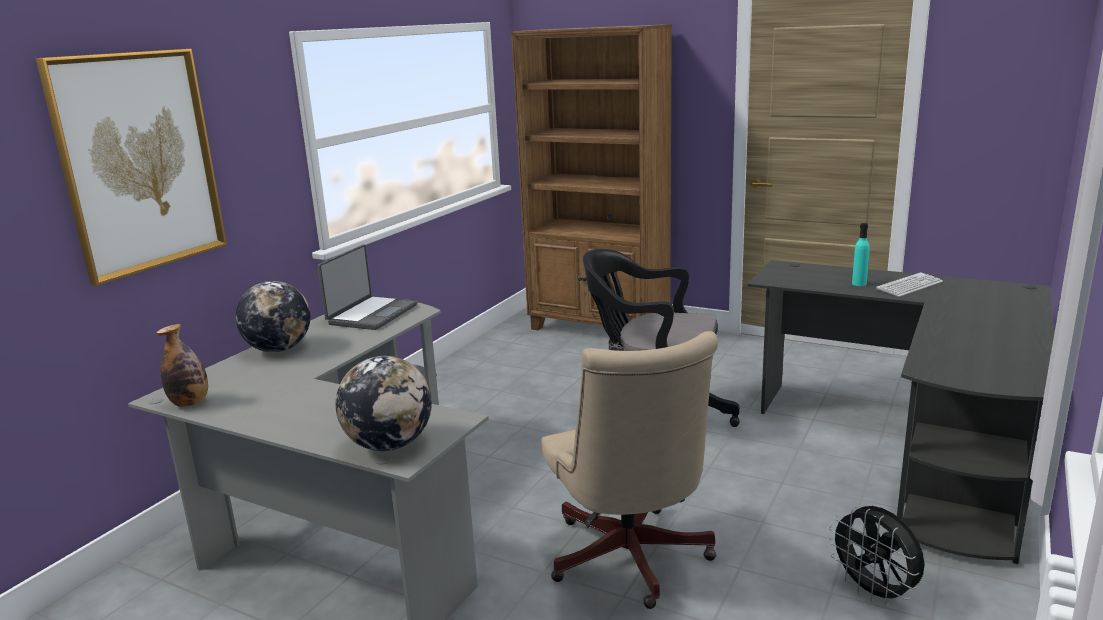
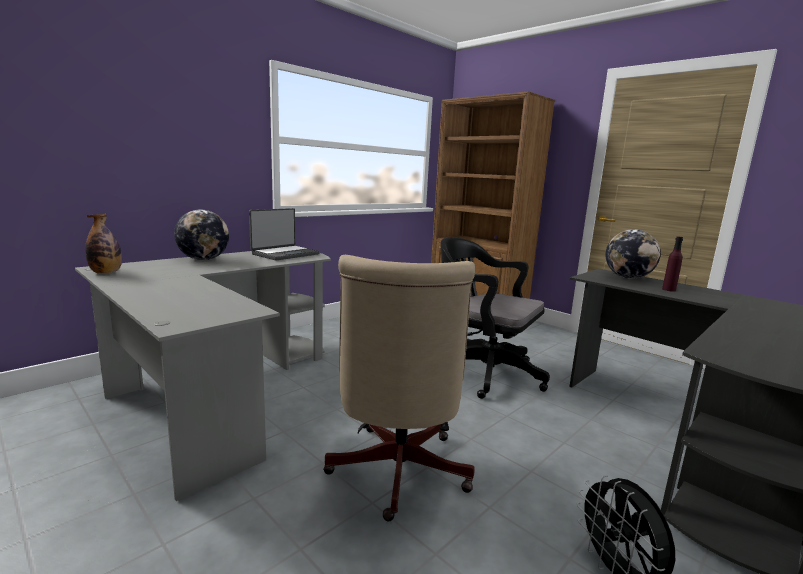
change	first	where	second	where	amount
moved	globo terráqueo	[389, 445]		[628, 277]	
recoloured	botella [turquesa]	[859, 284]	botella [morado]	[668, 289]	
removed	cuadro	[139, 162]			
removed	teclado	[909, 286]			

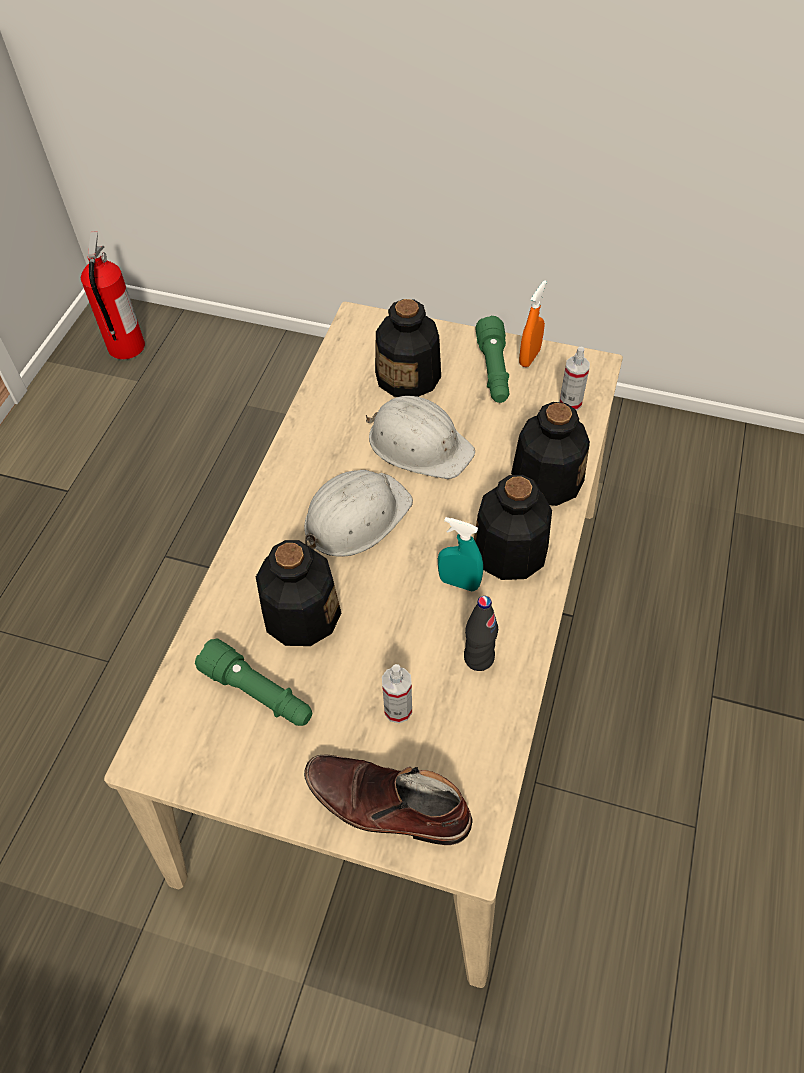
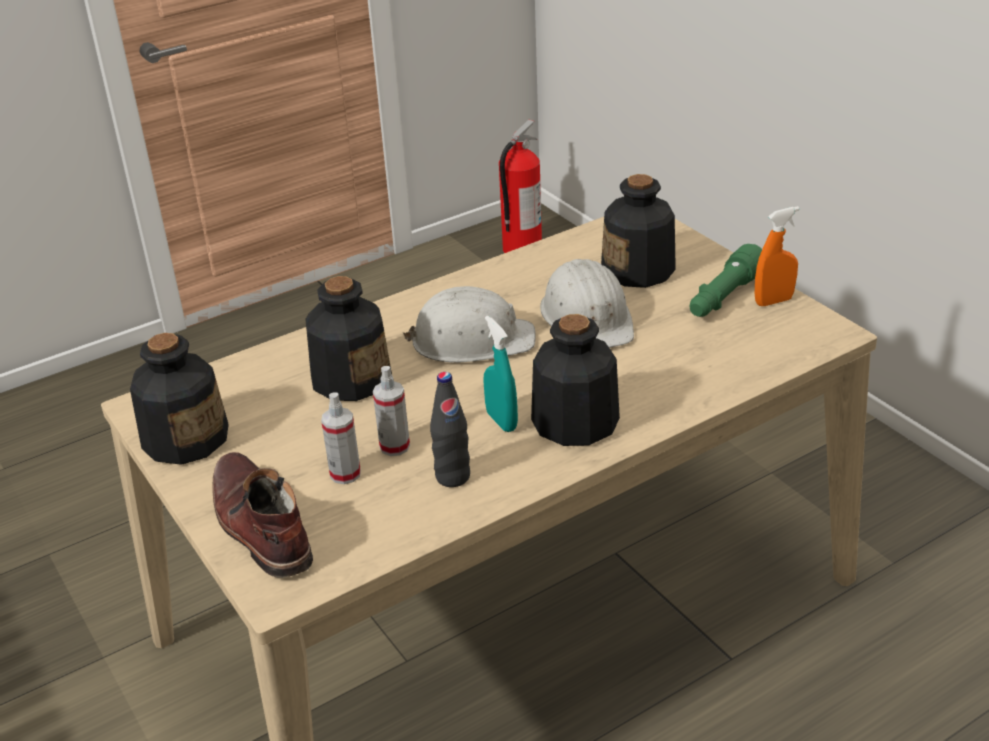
change	first	where	second	where	amount
moved	botella	[546, 478]		[185, 438]	
moved	pulverizador	[570, 403]		[394, 446]	
removed	linterna [verde]	[258, 693]			

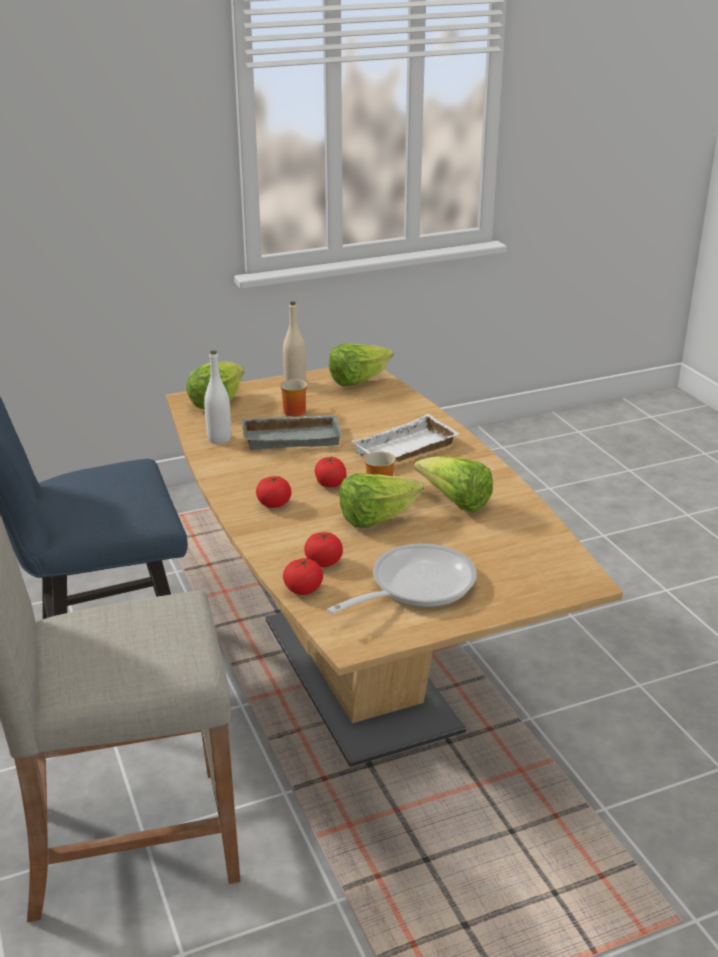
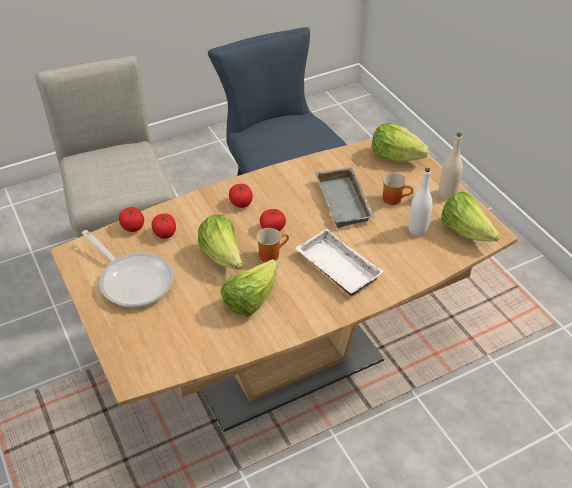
change	first	where	second	where	amount
moved	botella [blanco]	[219, 439]		[417, 230]	

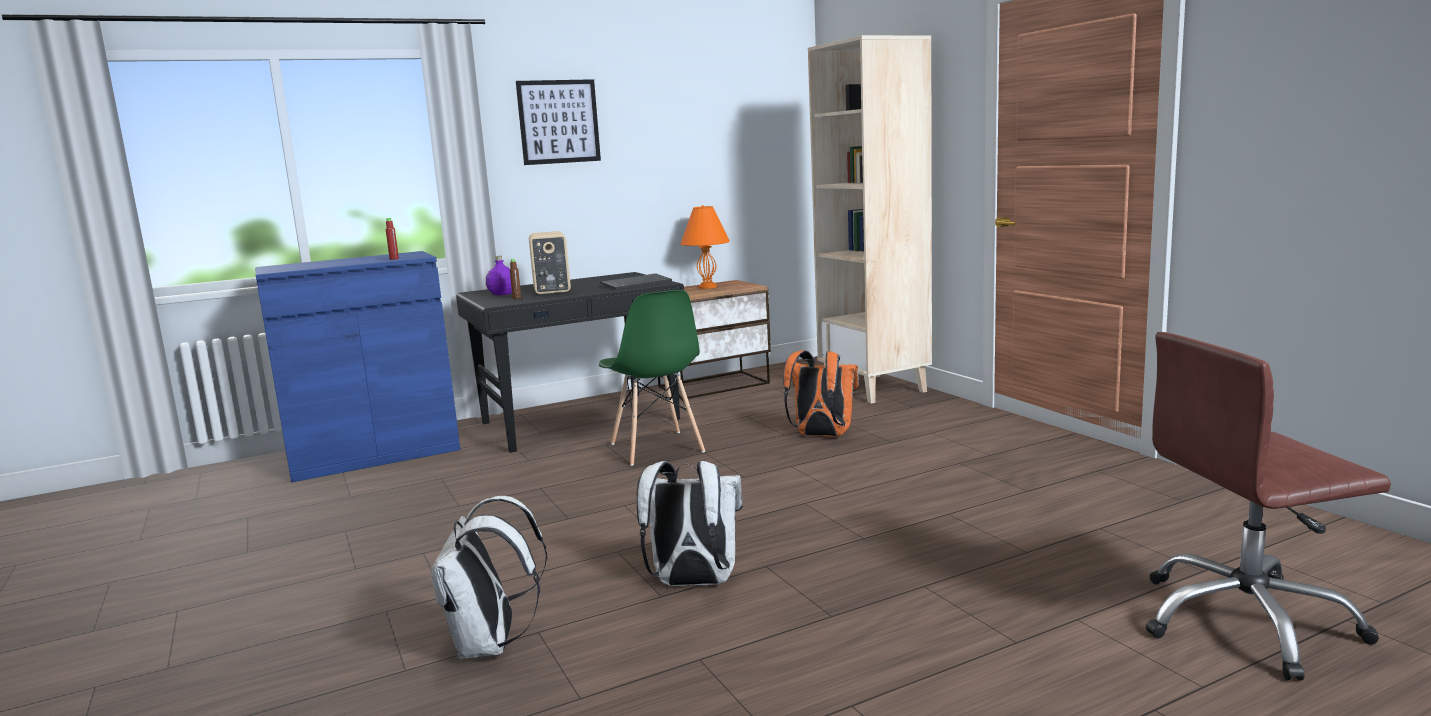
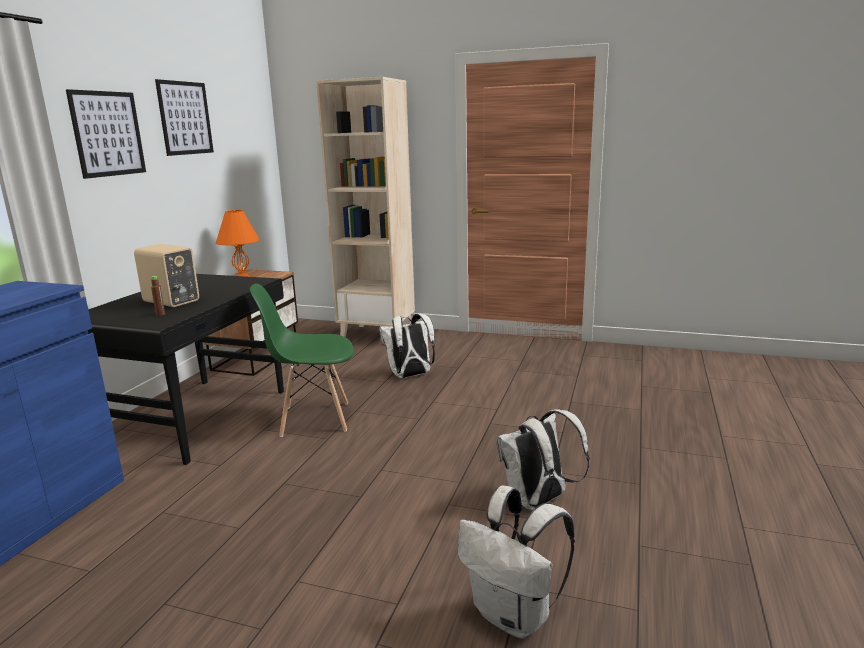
change	first	where	second	where	amount
added			cuadro	[185, 118]	
turned	silla [verde]	[657, 448]		[314, 419]	150 degrees clockwise
recoloured	mochila [naranja]	[821, 436]	mochila [blanco]	[410, 376]	
removed	botella [rojo]	[394, 259]			
removed	botella [morado]	[502, 294]			
removed	teclado	[636, 283]			
removed	silla de oficina [marrón]	[1246, 622]			

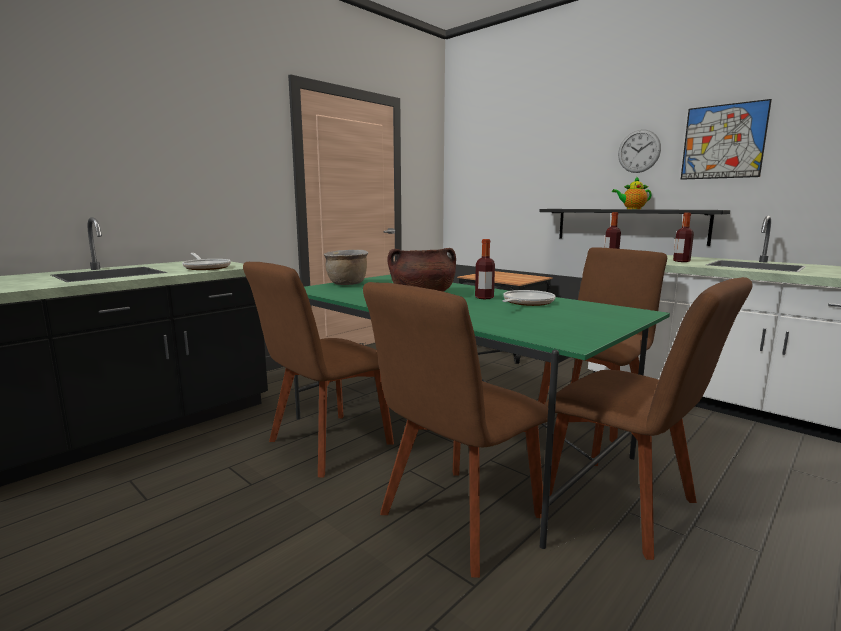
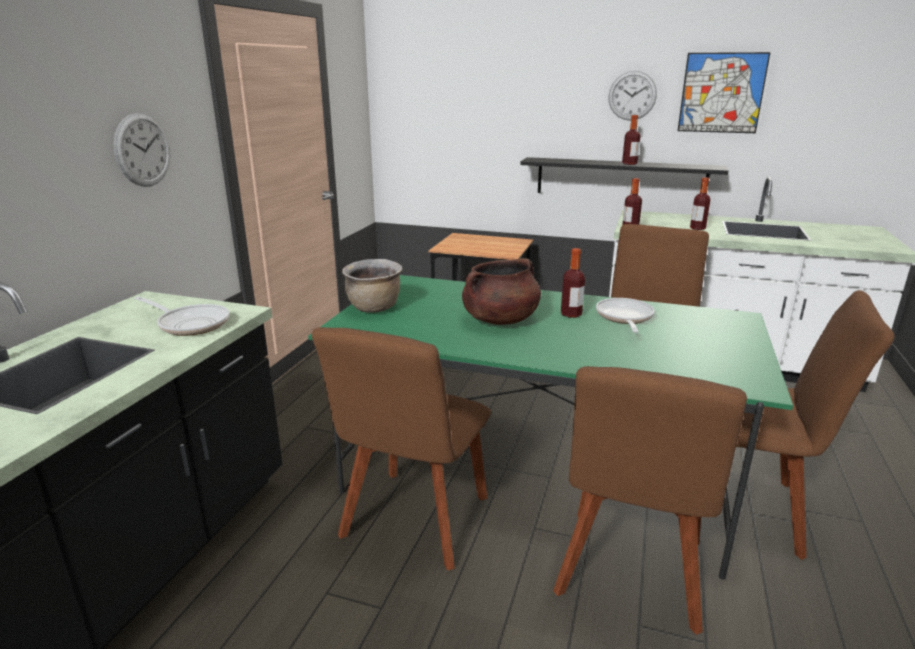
change	first	where	second	where	amount
added			reloj de pared	[143, 150]	
replaced	tetera	[632, 209]	botella	[629, 164]	

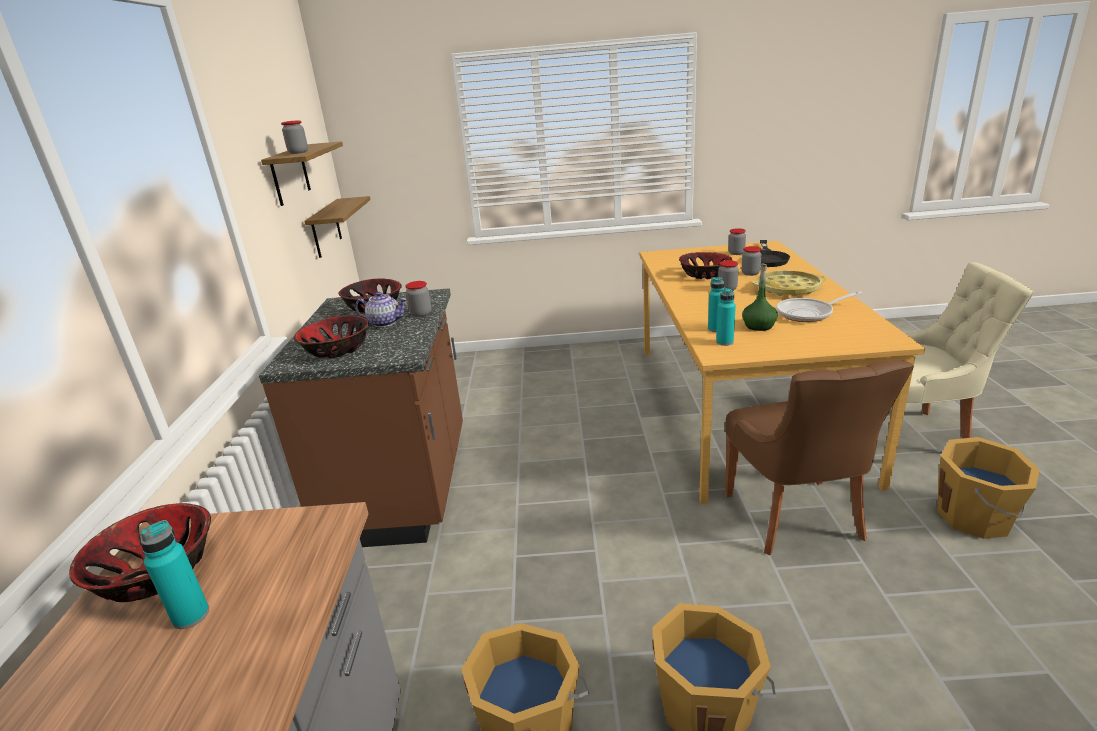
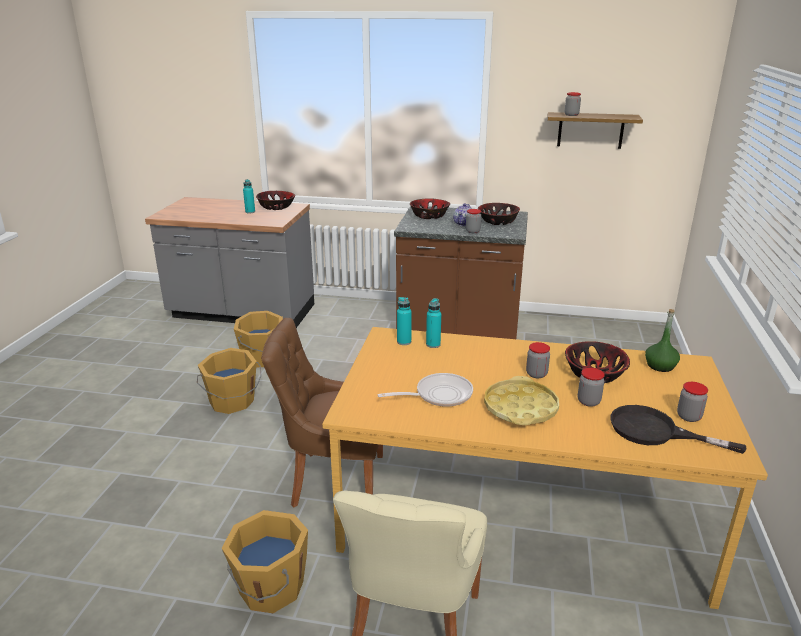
change	first	where	second	where	amount
turned	sartén	[808, 313]		[439, 395]	75 degrees clockwise
moved	botella [verde]	[759, 326]		[660, 366]	
removed	estante	[326, 228]			

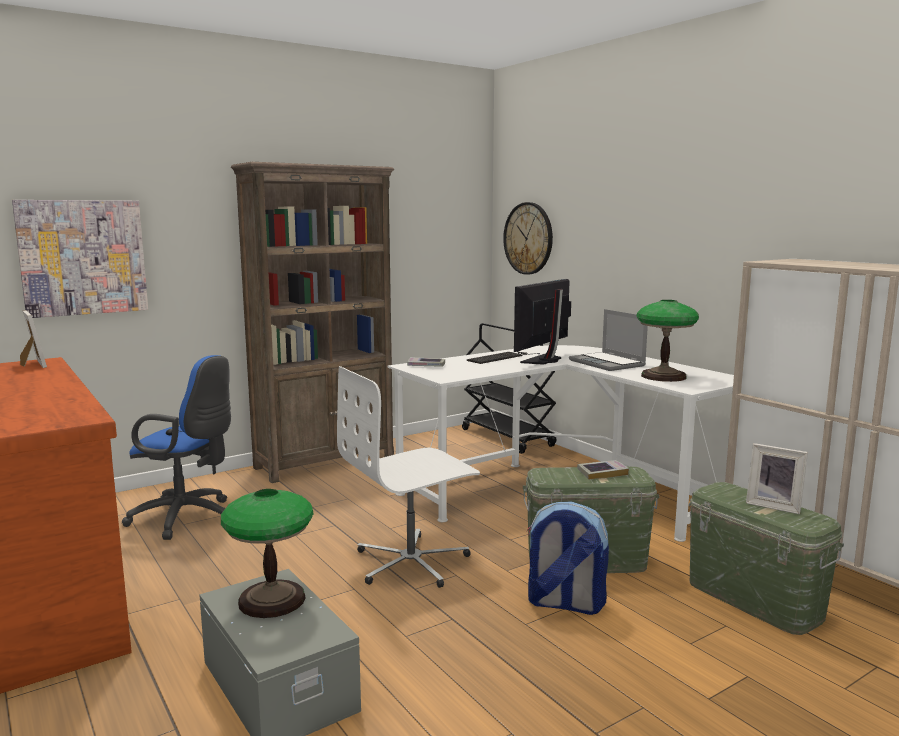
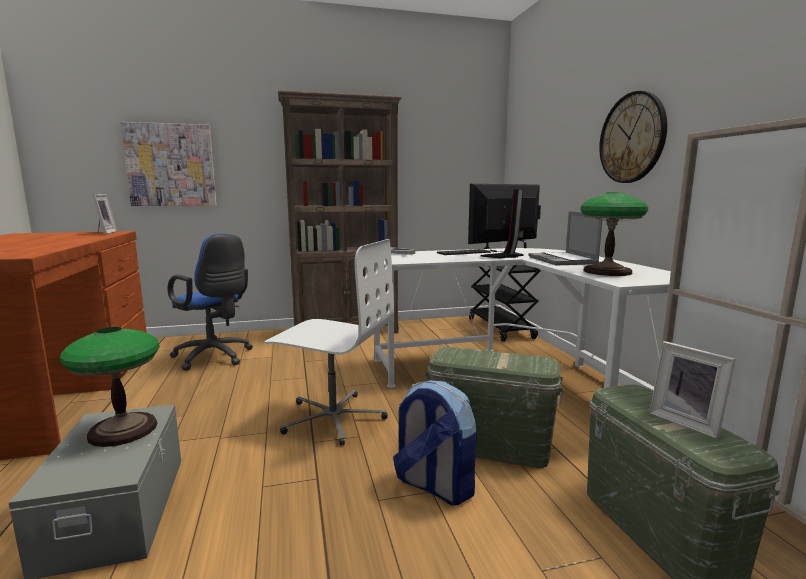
change	first	where	second	where	amount
turned	silla de oficina [blanco]	[412, 562]		[333, 418]	150 degrees counterclockwise
moved	reloj de pared	[528, 238]		[632, 138]	
removed	libro	[602, 473]			

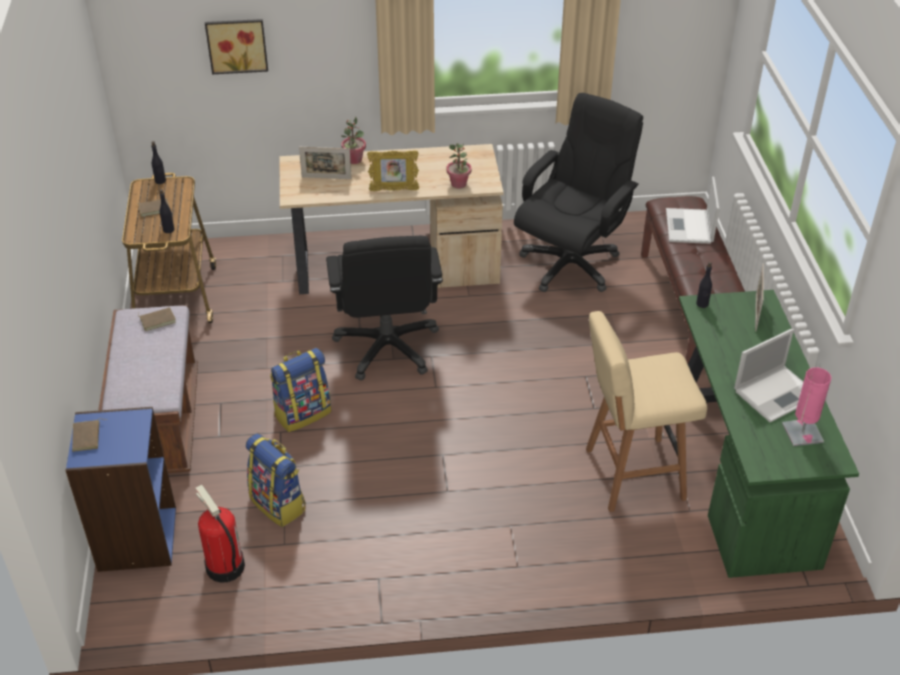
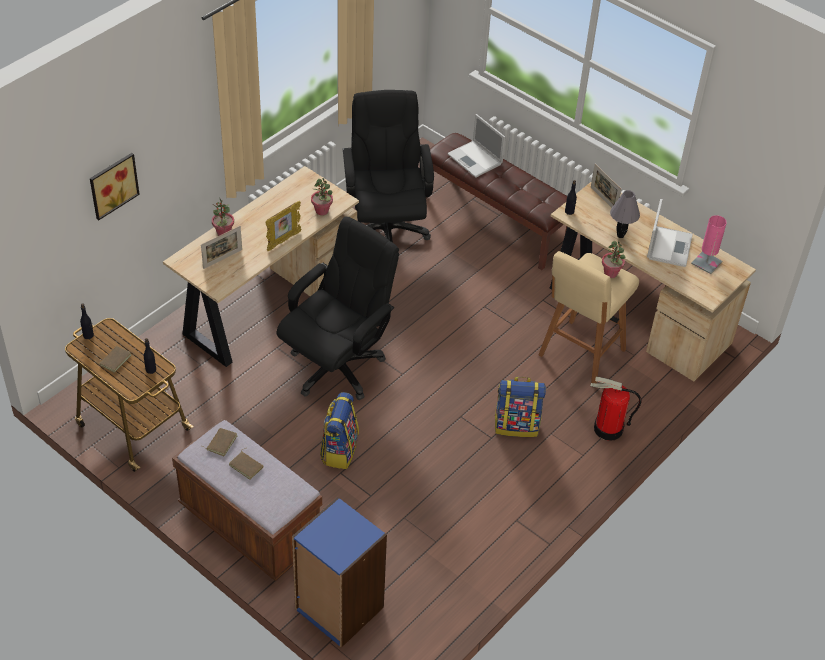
change	first	where	second	where	amount
moved	libro [marrón]	[87, 437]		[247, 466]	
turned	silla de oficina [negro]	[387, 347]		[337, 366]	90 degrees counterclockwise
moved	mochila	[279, 504]		[517, 425]	
recoloured	escritorio [verde]	[740, 473]	escritorio [beis]	[635, 313]	
moved	extintor	[224, 566]		[608, 429]	
added			planta en maceta	[611, 273]	
added			lámpara de mesa [gris]	[620, 235]	

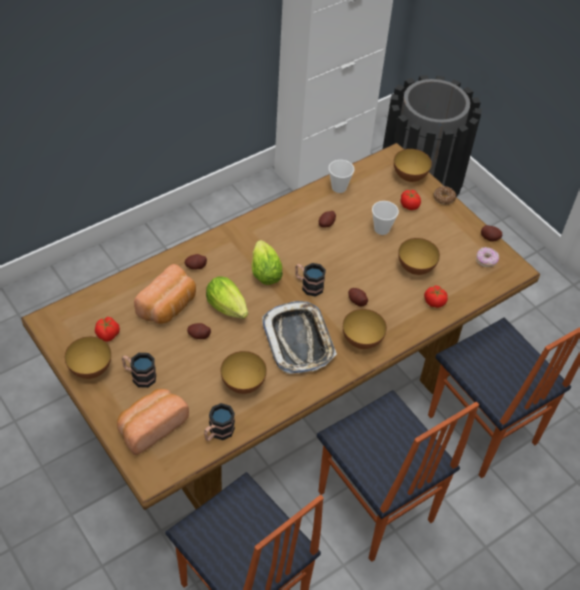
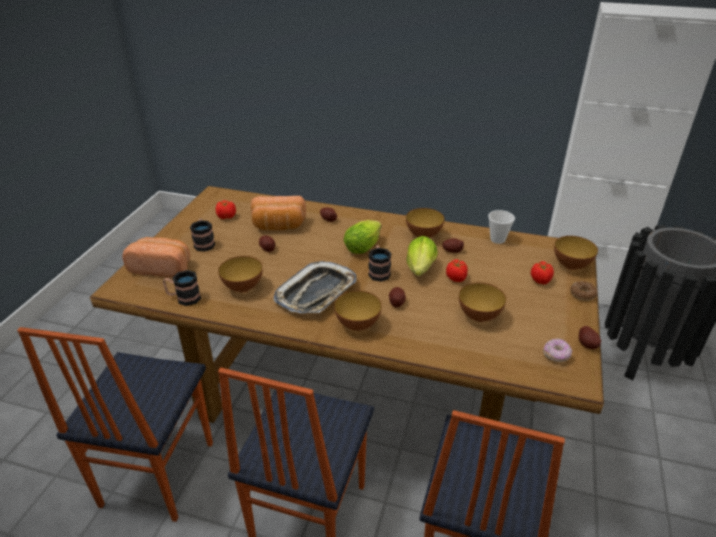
change	first	where	second	where	amount
moved	cuenco	[90, 369]		[423, 235]	
moved	lechuga	[229, 309]		[420, 270]	
moved	tomate	[434, 302]		[456, 278]	
removed	taza	[381, 229]			

